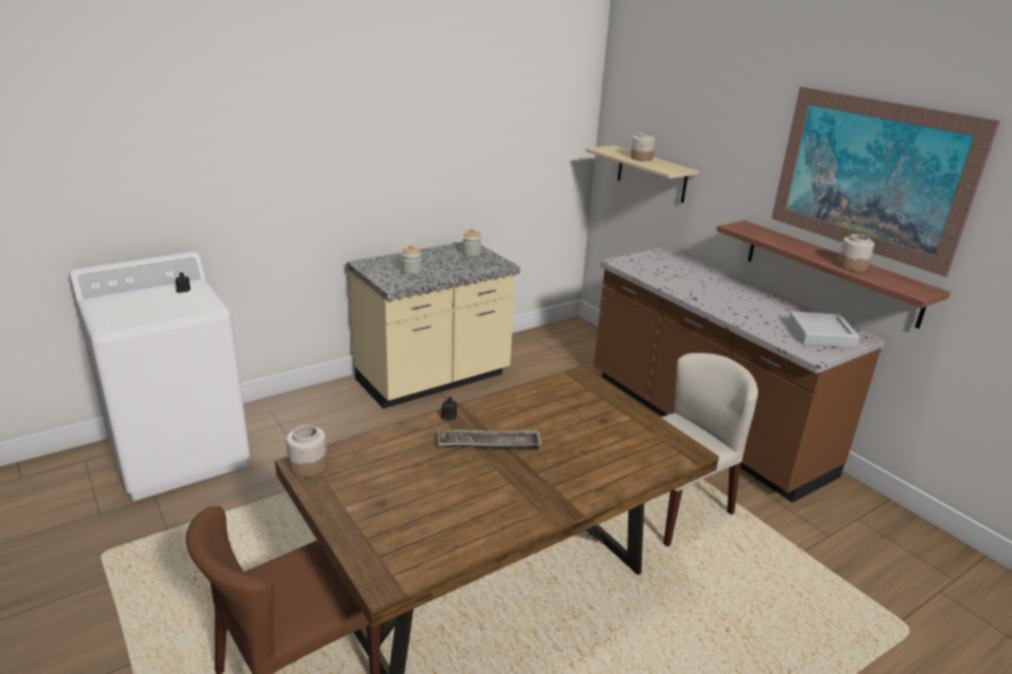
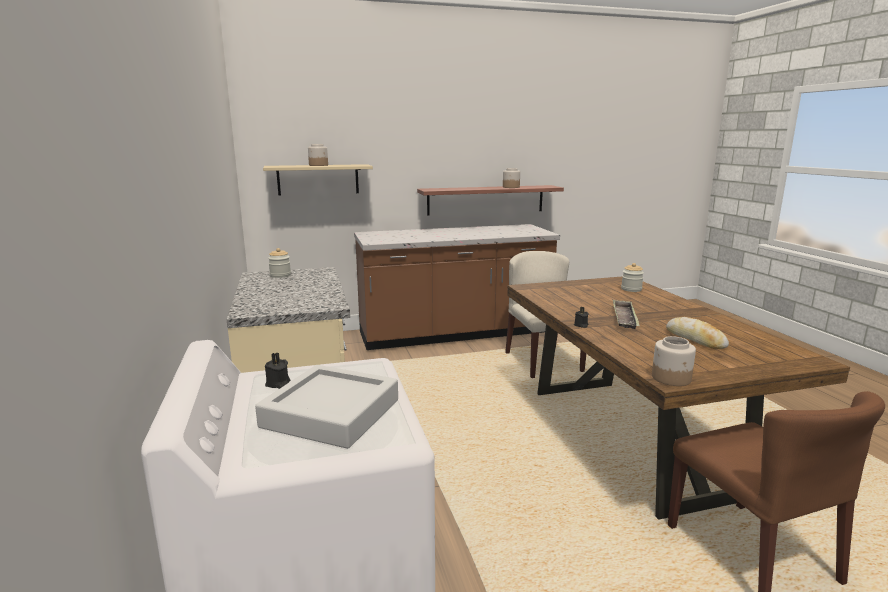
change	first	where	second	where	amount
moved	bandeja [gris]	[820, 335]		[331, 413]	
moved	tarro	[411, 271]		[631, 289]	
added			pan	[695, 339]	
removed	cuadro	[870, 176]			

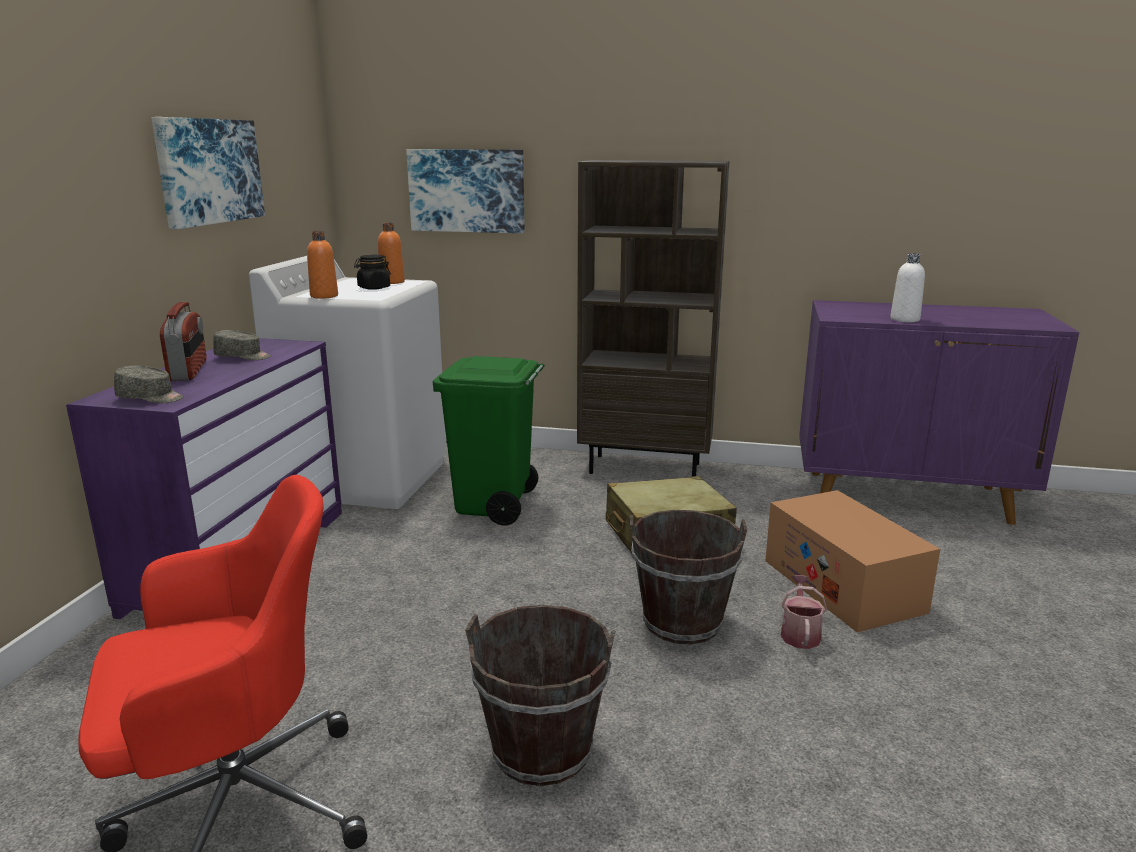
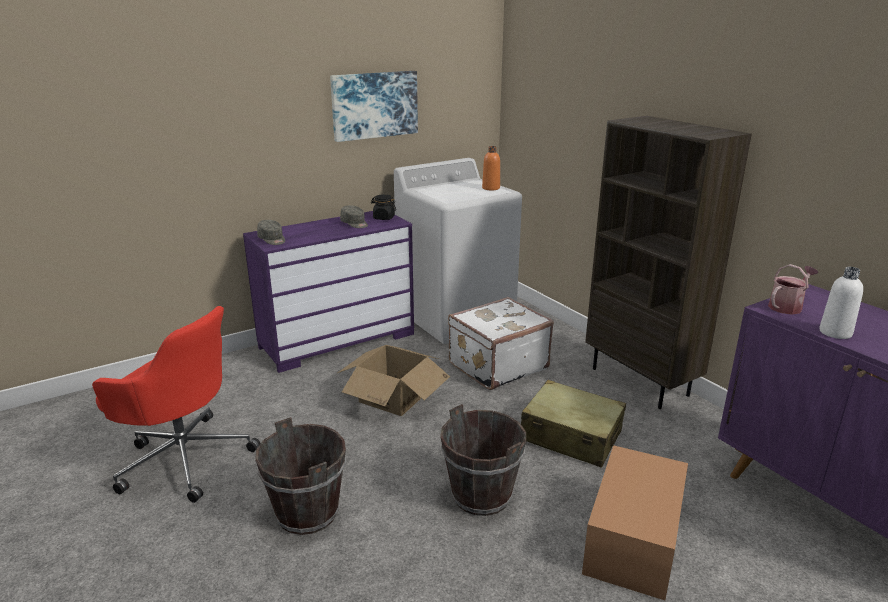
change	first	where	second	where	amount
added			caja de cartón	[394, 397]	
moved	tarro [negro]	[373, 288]		[383, 218]	
replaced	papelera [verde]	[494, 506]	maleta [blanco]	[496, 365]	
moved	regadera	[800, 633]		[787, 306]	
removed	radio	[189, 371]			
removed	botella [naranja]	[324, 296]			
removed	cuadro	[467, 190]			

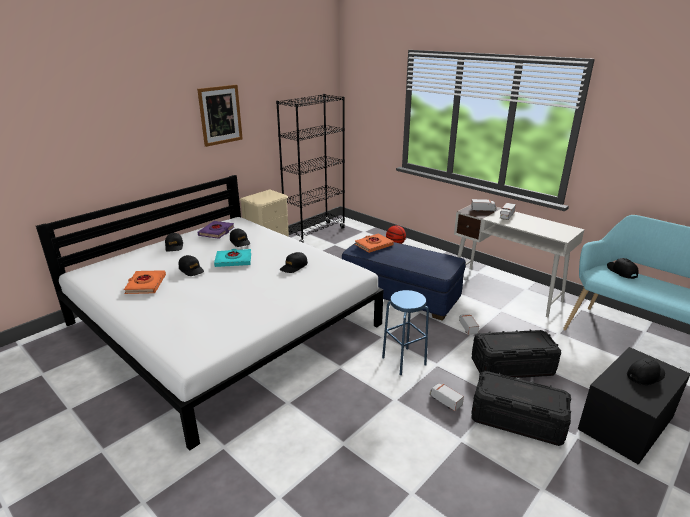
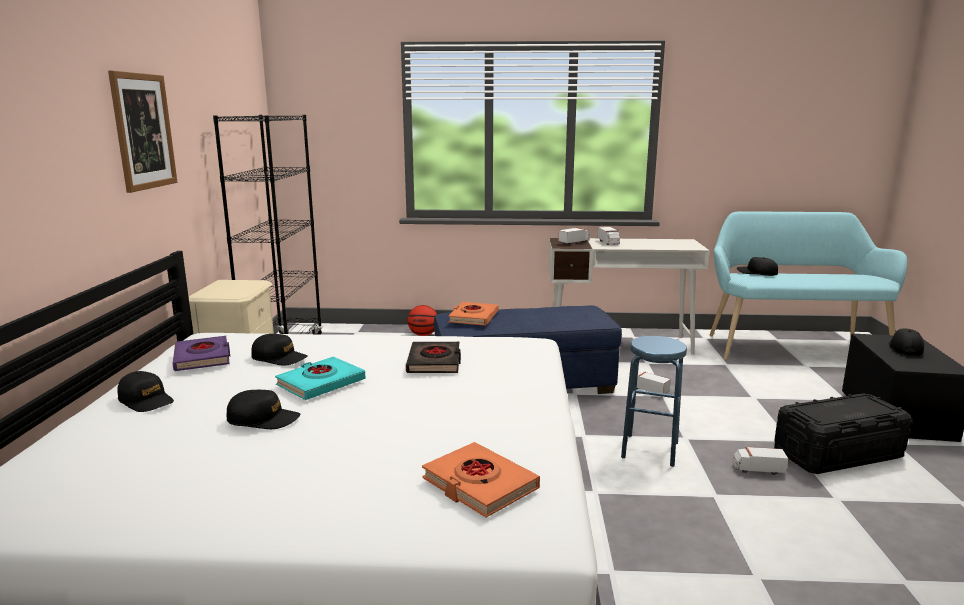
change	first	where	second	where	amount
replaced	gorra [negro]	[294, 267]	libro [negro]	[434, 362]	
moved	libro [naranja]	[145, 285]		[479, 485]	
removed	caja de almacenaje [negro]	[512, 367]			

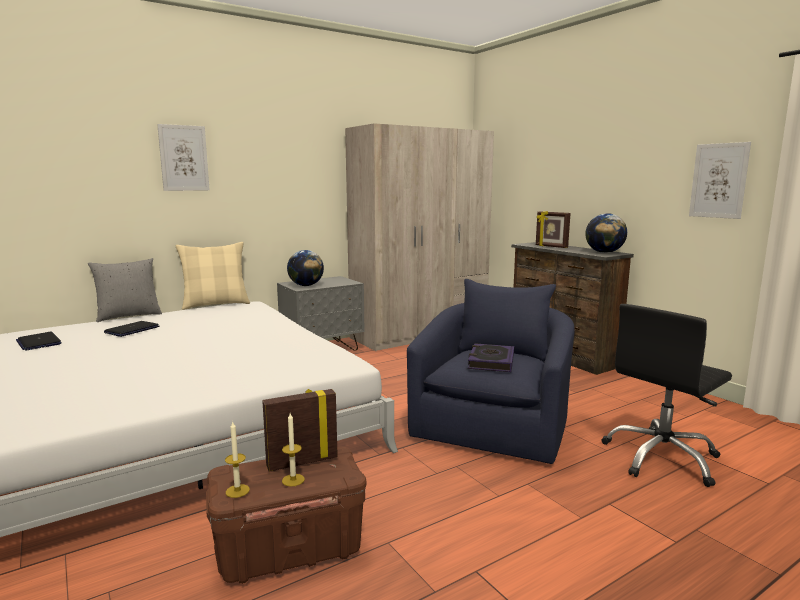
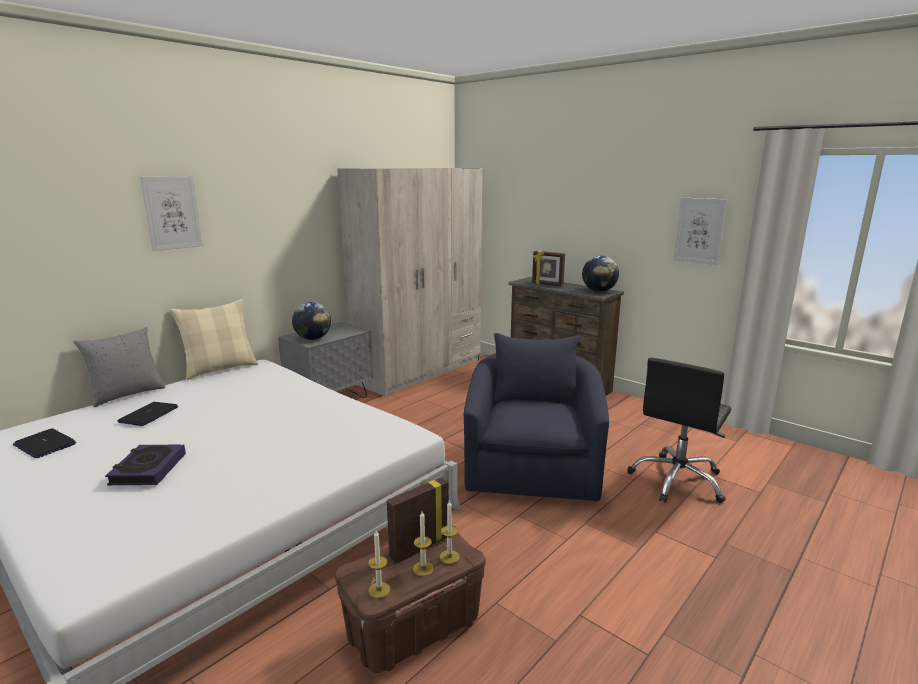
change	first	where	second	where	amount
moved	libro	[491, 362]		[148, 469]	
added			vela	[449, 557]	

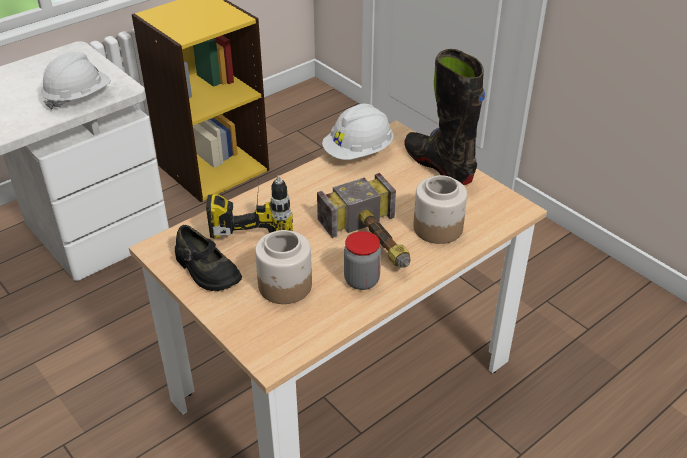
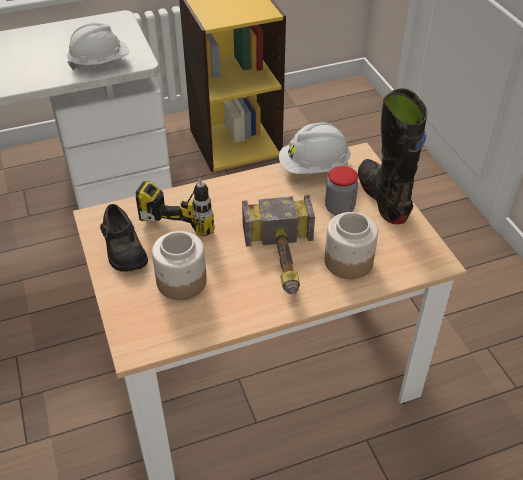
change	first	where	second	where	amount
moved	tarro	[361, 280]		[339, 208]	

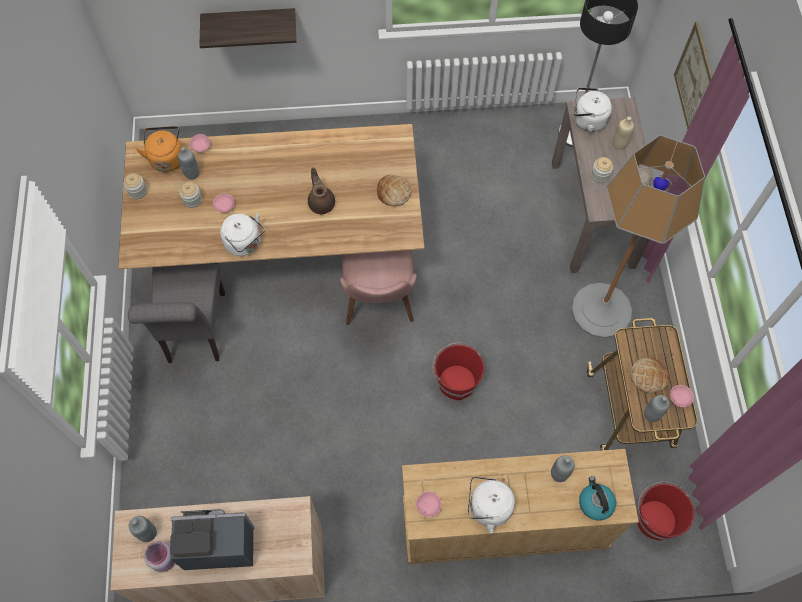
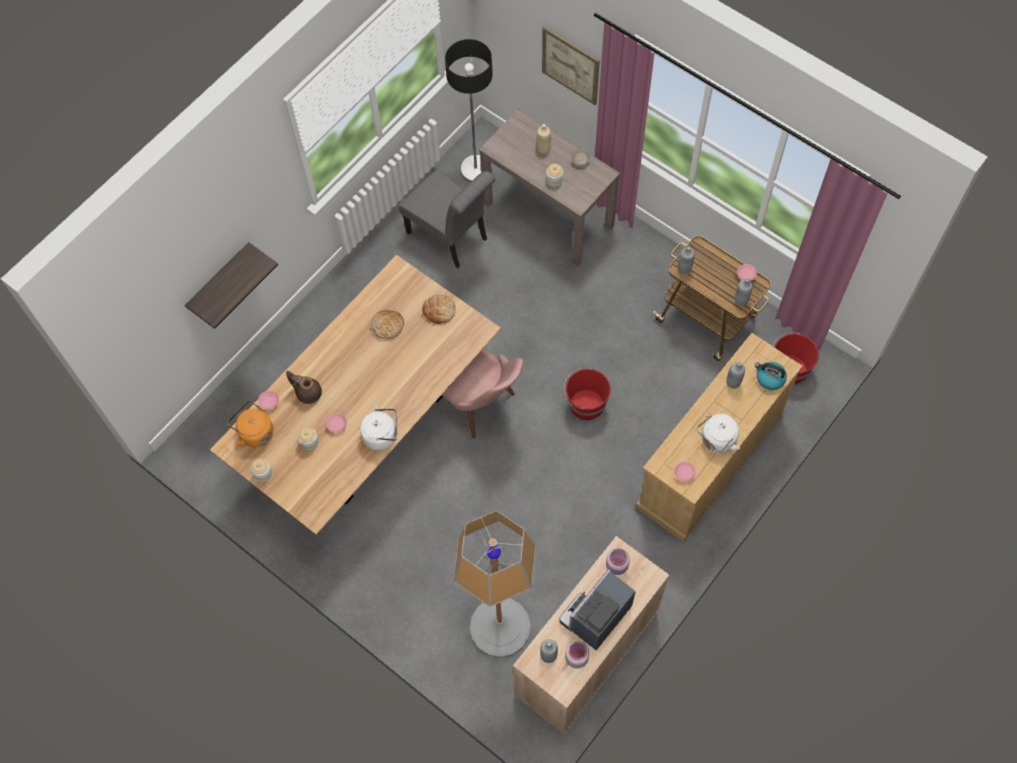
change	first	where	second	where	amount
moved	tetera [marrón]	[321, 203]		[308, 392]	
moved	pan	[648, 376]		[387, 326]	
moved	silla [gris]	[195, 332]		[451, 238]	
moved	lámpara de pie	[601, 311]		[500, 627]	
added			tarro [rosa]	[617, 566]	
moved	botella [gris]	[192, 173]		[684, 268]	
removed	hervidor [blanco]	[587, 120]			

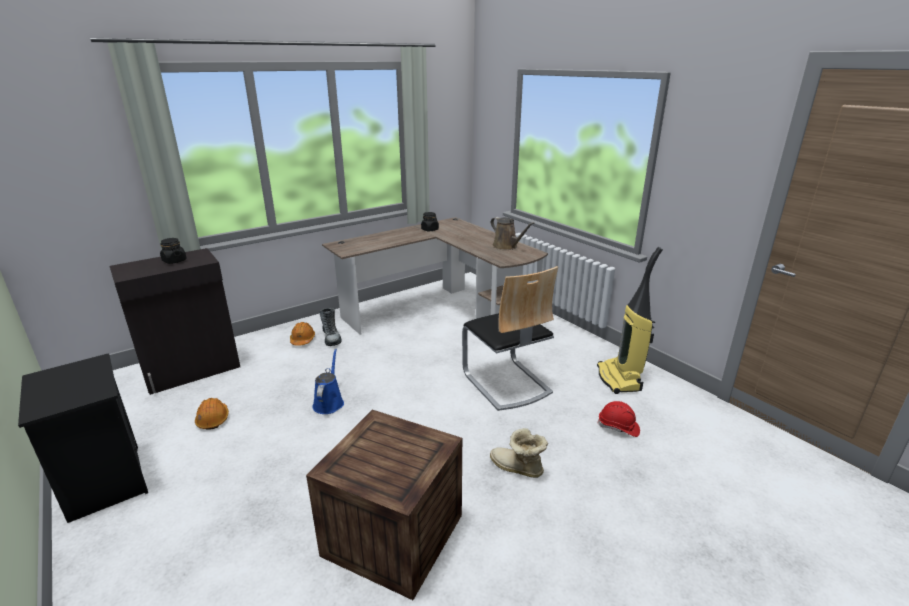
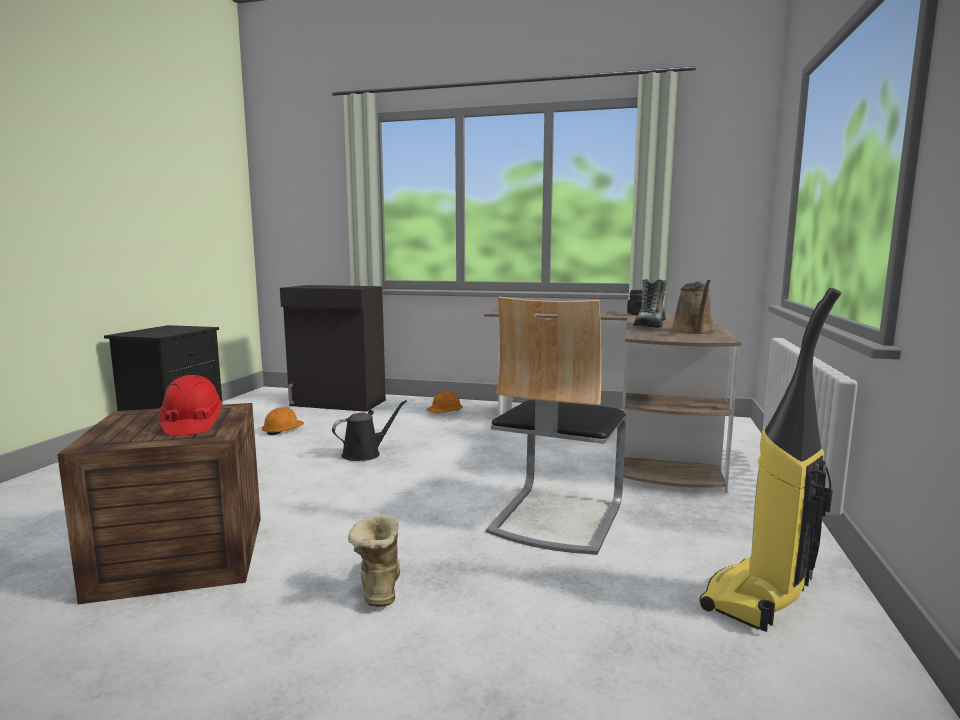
change	first	where	second	where	amount
moved	casco [rojo]	[618, 427]		[192, 425]	
recoloured	regadera [azul]	[329, 402]	regadera [negro]	[365, 454]	
moved	bota	[331, 338]		[650, 325]	
removed	tarro [negro]	[174, 261]			

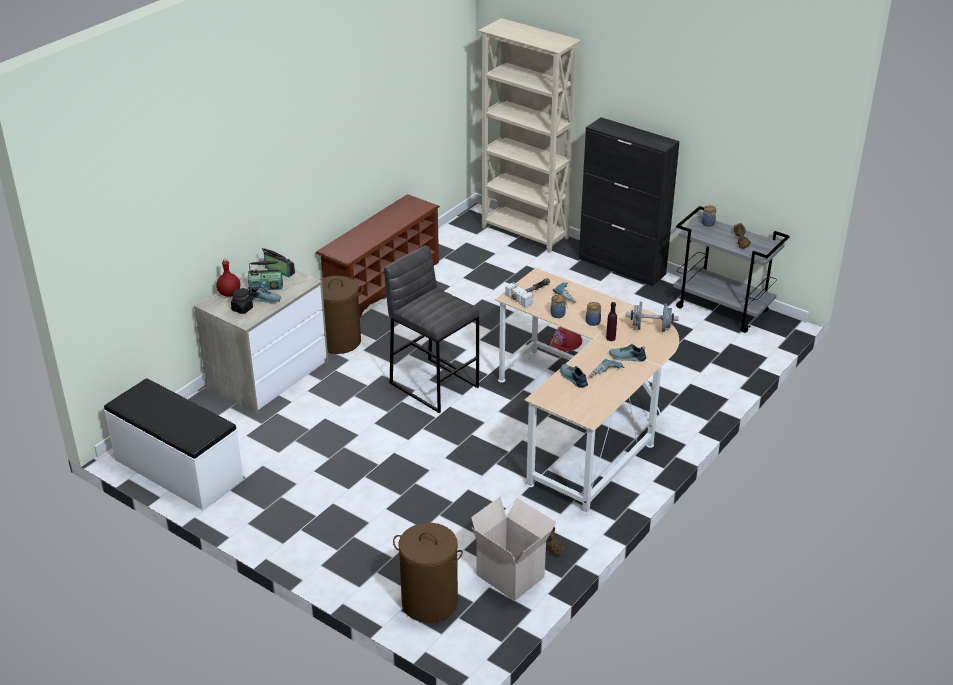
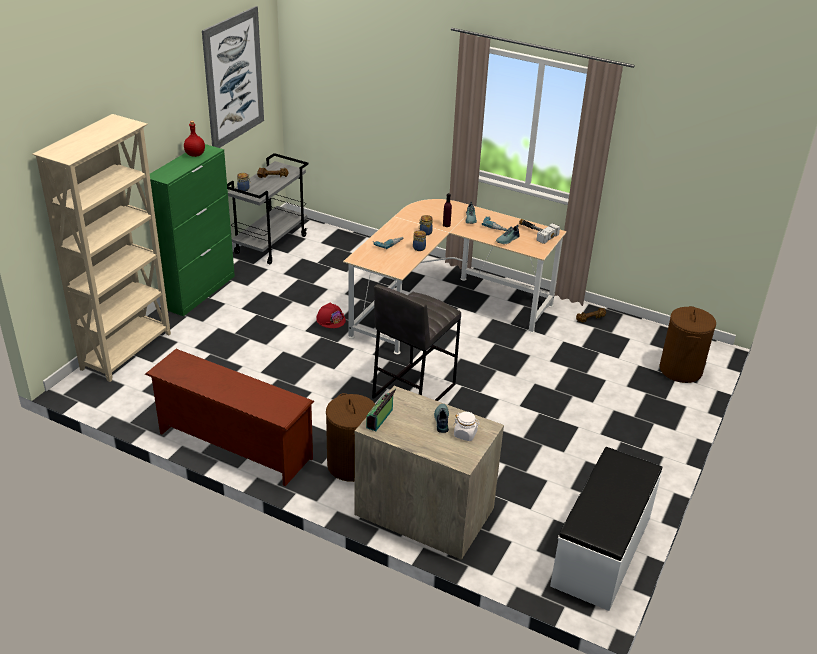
change	first	where	second	where	amount
recoloured	armario [negro]	[622, 266]	armario [verde]	[199, 291]	
moved	botella [rojo]	[229, 294]		[195, 155]	
added			cuadro	[234, 78]	
recoloured	tarro [negro]	[242, 309]	tarro [blanco]	[465, 434]	
moved	martillo	[531, 293]		[536, 232]	
removed	radio	[266, 287]			
removed	caja de cartón	[512, 575]			
removed	mancuerna [gris]	[651, 328]			

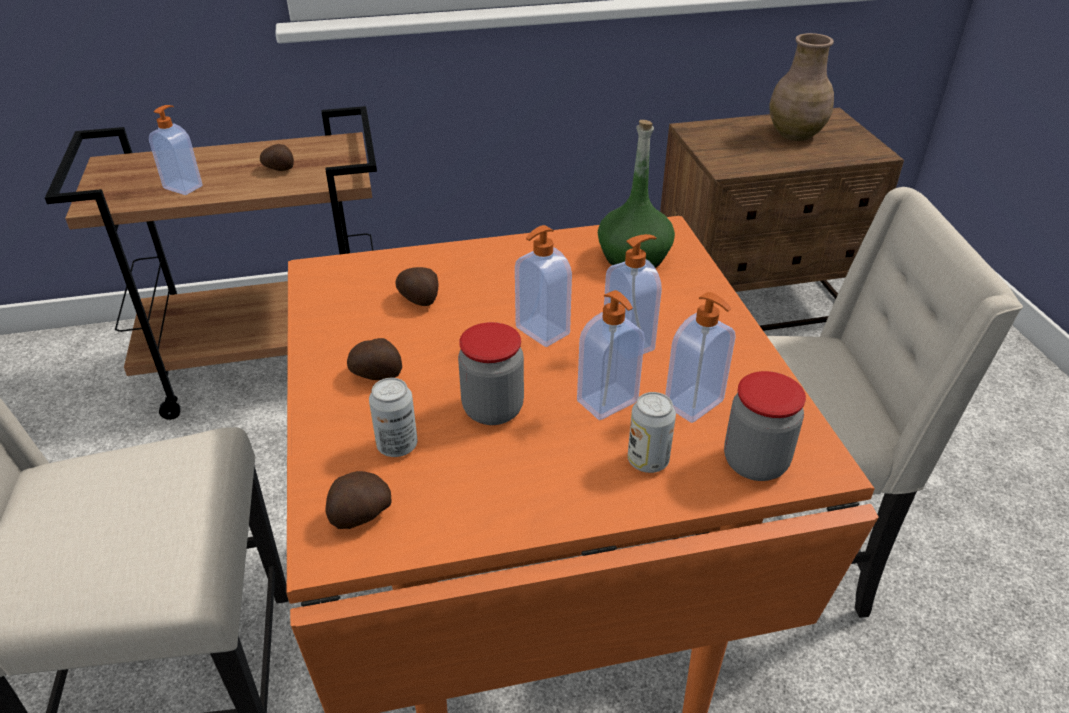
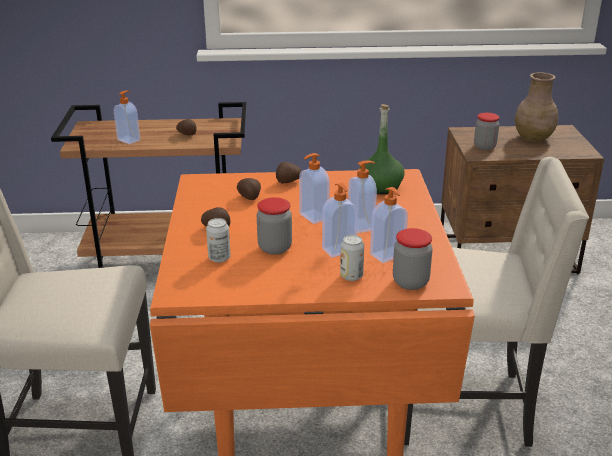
change	first	where	second	where	amount
moved	patata	[360, 516]		[288, 182]	
added			tarro	[484, 146]	

